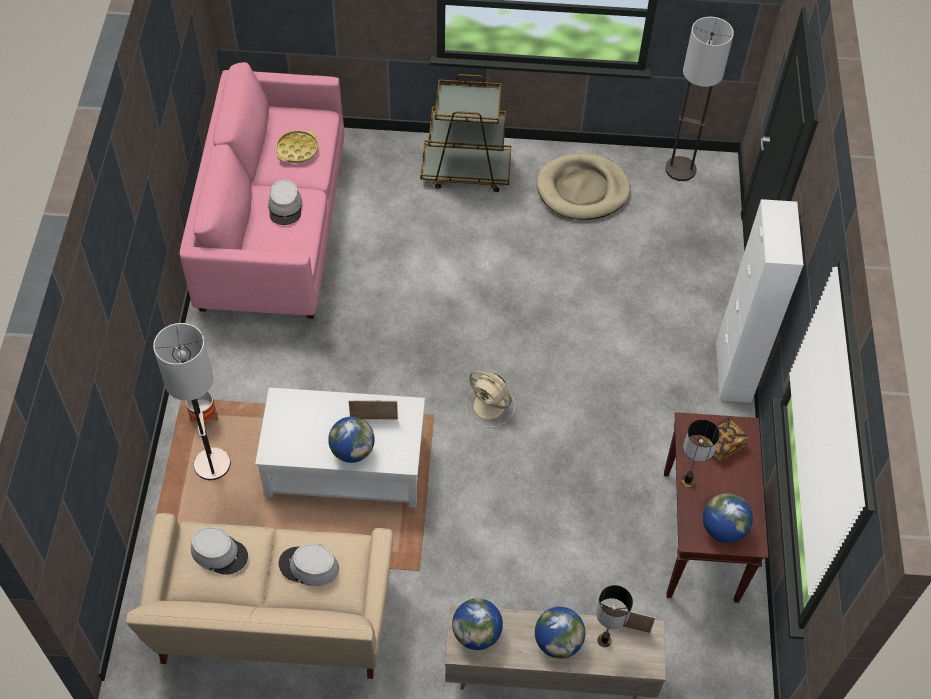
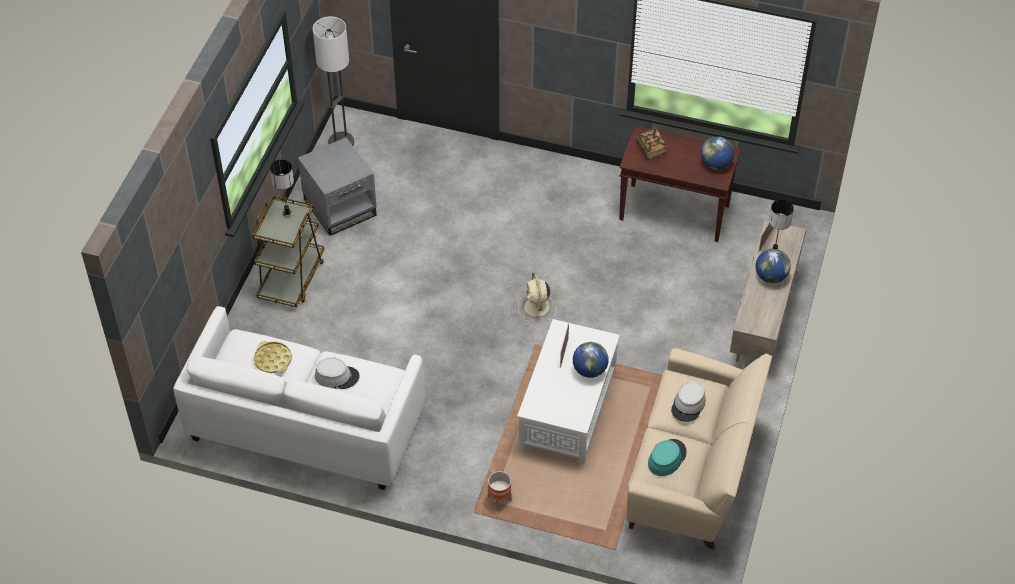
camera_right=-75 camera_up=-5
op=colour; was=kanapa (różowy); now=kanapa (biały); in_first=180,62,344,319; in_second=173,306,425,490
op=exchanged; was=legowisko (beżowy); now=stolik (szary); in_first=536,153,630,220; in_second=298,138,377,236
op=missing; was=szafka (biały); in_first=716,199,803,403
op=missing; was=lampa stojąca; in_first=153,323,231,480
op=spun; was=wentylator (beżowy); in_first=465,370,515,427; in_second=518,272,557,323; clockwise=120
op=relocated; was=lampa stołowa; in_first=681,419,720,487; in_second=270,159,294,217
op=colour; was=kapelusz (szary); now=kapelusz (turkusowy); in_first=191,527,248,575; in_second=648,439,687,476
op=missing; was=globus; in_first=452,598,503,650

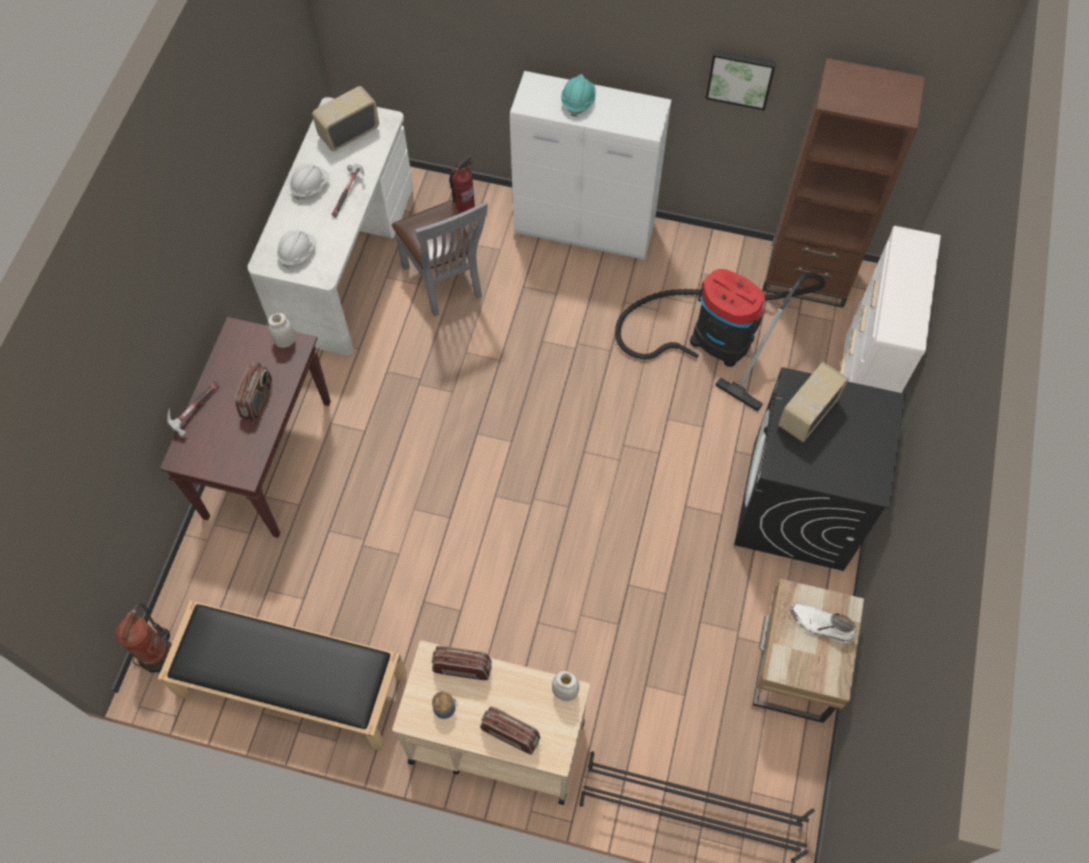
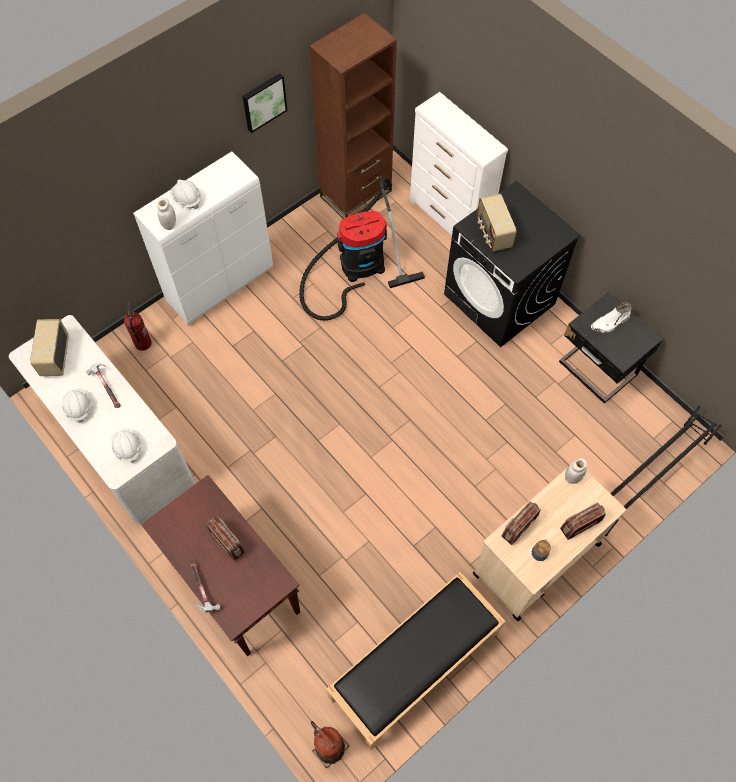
camera_right=-55 camera_up=0
op=colour; was=kask (turkusowy); now=kask (biały); in_first=561,74,596,117; in_second=170,180,201,210
op=missing; was=krzesło (szary); in_first=392,200,488,317
op=relocated; was=słoik (biały); in_first=268,313,295,348; in_second=157,198,176,230
op=colour; was=szafka nocna (beżowy); now=szafka nocna (czarny); in_first=752,579,864,723; in_second=559,292,663,404

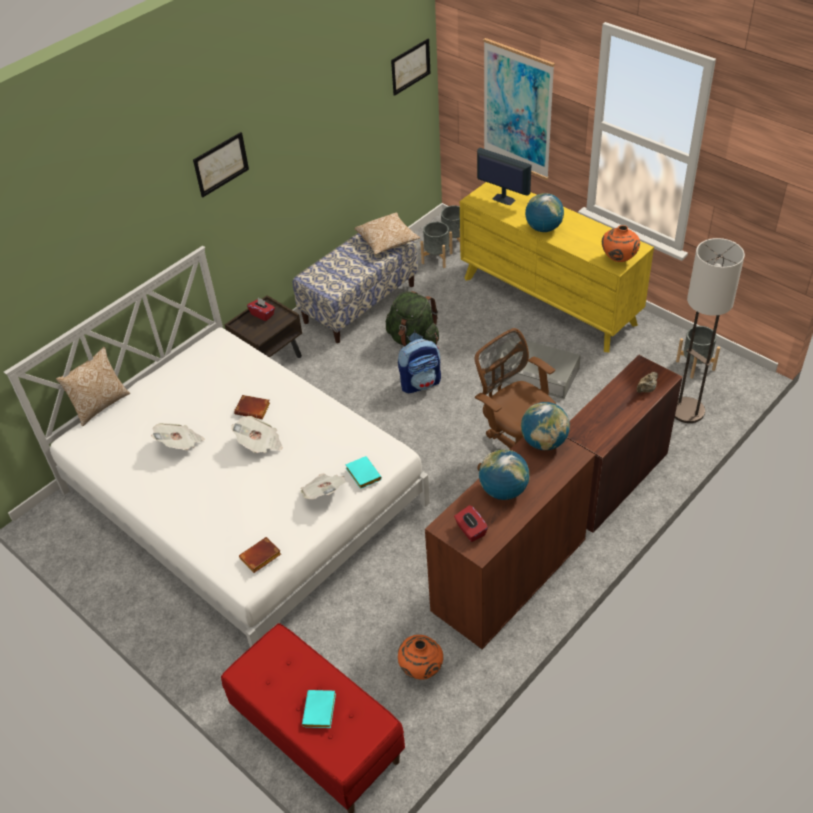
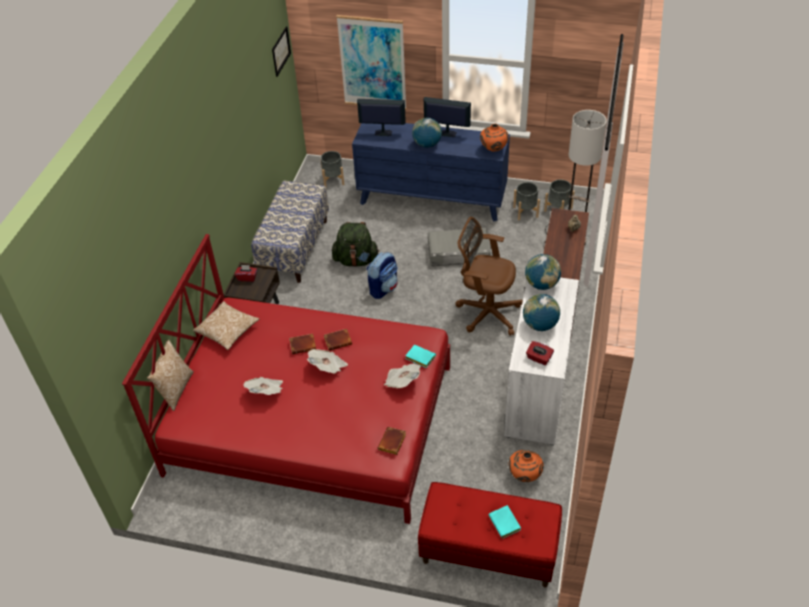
camera_right=-30 camera_up=0
op=missing; was=obraz; in_first=193,132,249,198
op=colour; was=komoda (żółty); now=komoda (niebieski); in_first=460,182,654,352; in_second=352,123,510,221
op=relocated; was=poduszka; in_first=354,212,420,255; in_second=193,301,259,350
op=relocated; was=donica (szary); in_first=420,222,453,268; in_second=513,182,540,220
op=colour; was=łóżko (biały); now=łóżko (czerwony); in_first=4,246,430,647; in_second=122,234,450,524
op=colour; was=szafka (brązowy); now=szafka (biały); in_first=425,437,595,649; in_second=504,277,579,446
op=appeared; now=monitor; in_second=424,97,471,137
op=appeared; now=książka (brązowy); in_second=324,329,352,351

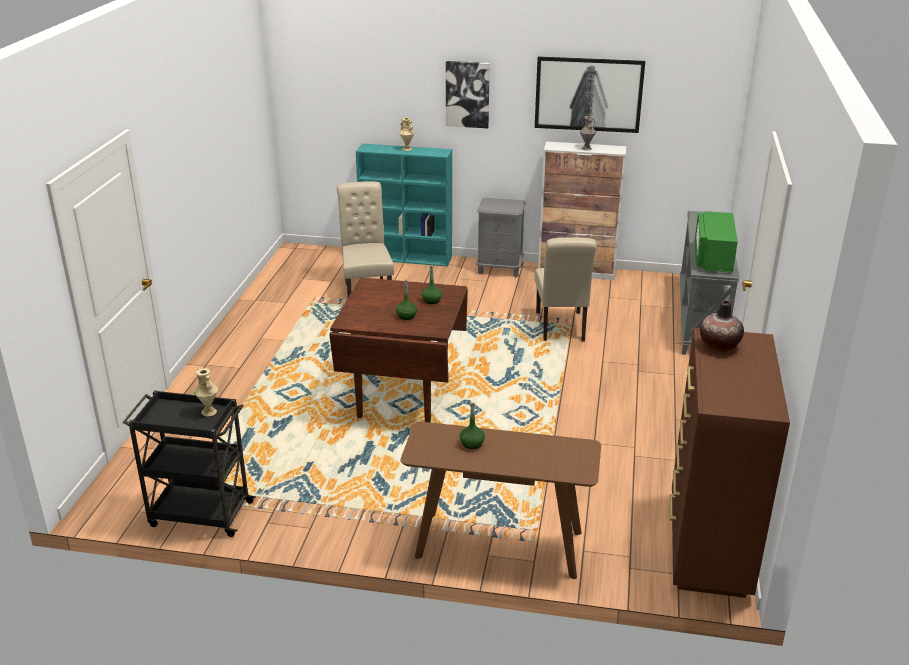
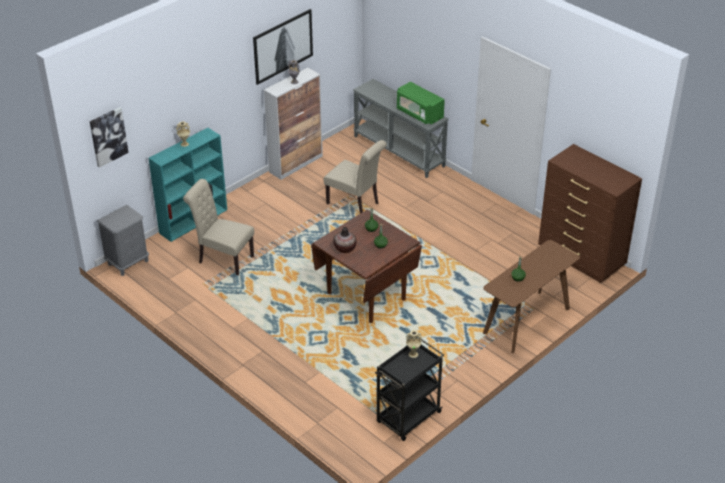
camera_right=-55 camera_up=10
op=relocated; was=obraz; in_first=446,61,490,128; in_second=90,107,129,168
op=relocated; was=szafka nocna (szary); in_first=476,198,526,277; in_second=97,205,149,276
op=relocated; was=wazon; in_first=700,301,744,352; in_second=333,227,357,253

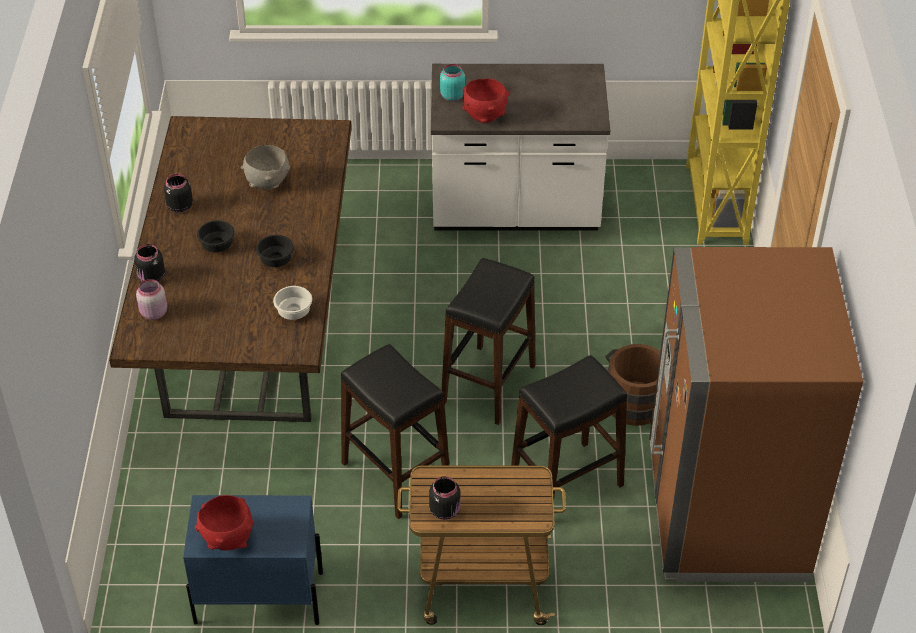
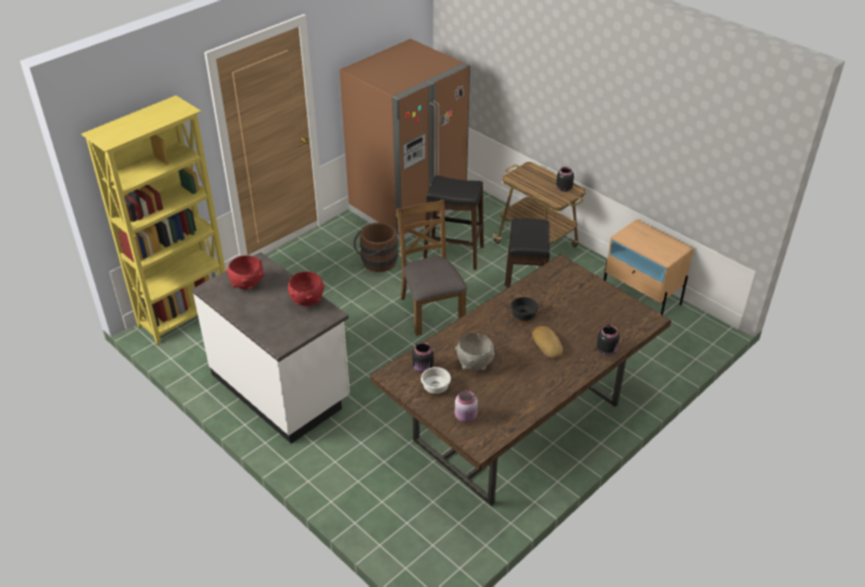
camera_right=-135 camera_up=-5
op=missing; was=słoik (turkusowy); in_first=440,64,465,101
op=relocated; was=słoik (czarny); in_first=164,174,193,213; in_second=412,342,434,373
op=exchanged; was=miska (czarny); now=chleb; in_first=197,220,235,252; in_second=532,326,563,359
op=exchanged; was=stołek (czarny); now=krzesło (brązowy); in_first=442,258,536,425; in_second=396,200,467,336
op=relocated; was=słoik (różowy); in_first=136,279,167,320; in_second=455,390,478,423
op=relocated; was=miska (biały); in_first=273,286,312,320; in_second=421,367,451,394
op=colour; was=szafka nocna (niebieski); now=szafka nocna (beżowy); in_first=183,495,323,625; in_second=604,219,694,315
op=relocated; was=miska (czerwony); in_first=195,495,253,551; in_second=226,256,265,290

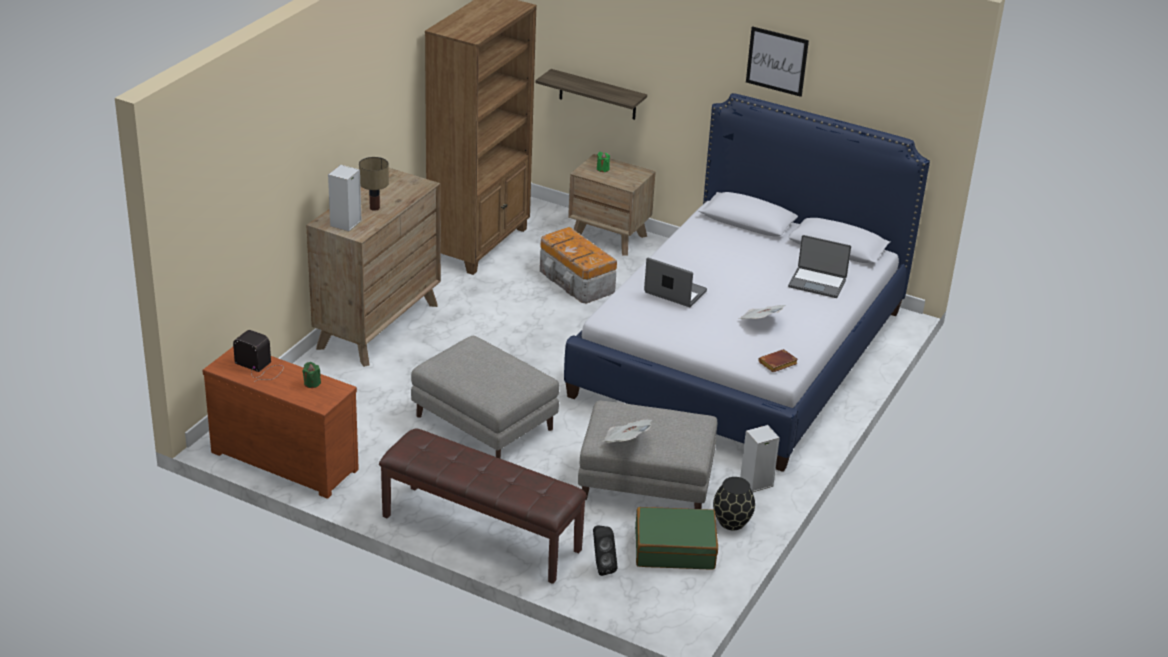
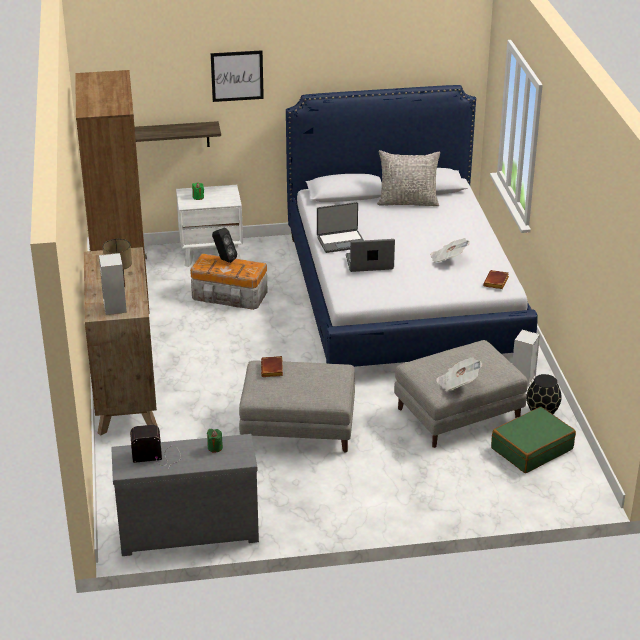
camera_right=-35 camera_up=0
op=relocated; was=obraz; in_first=746,26,809,97; in_second=211,50,264,102
op=colour; was=szafka nocna (brązowy); now=szafka nocna (biały); in_first=568,154,656,255; in_second=176,185,243,267
op=relocated; was=laptop; in_first=788,235,851,298; in_second=317,202,364,253
op=colour; was=komoda (brązowy); now=komoda (szary); in_first=202,347,359,498; in_second=111,434,259,556
op=missing; was=ławka (brązowy); in_first=379,429,587,584
op=relocated; was=głośnik (czarny); in_first=593,525,618,576; in_second=212,227,237,263
op=appeared; now=poduszka (szary); in_second=377,150,440,206
op=appeared; now=książka (brązowy); in_second=261,356,283,377

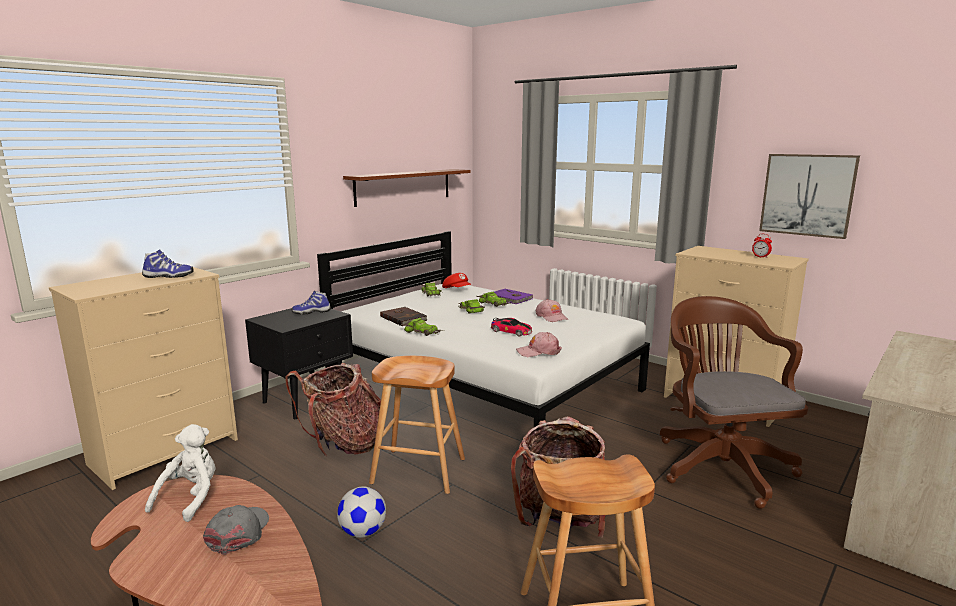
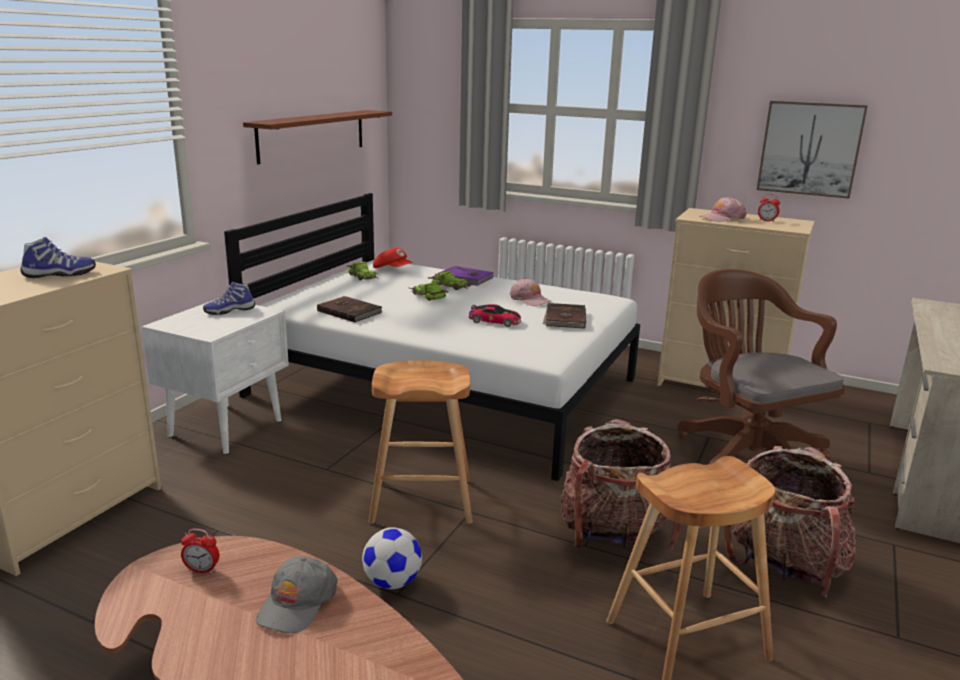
camera_right=-15 camera_up=5
op=colour; was=szafka nocna (czarny); now=szafka nocna (biały); in_first=245,308,353,419; in_second=142,298,289,454
op=missing; was=samochodzik; in_first=401,318,445,336
op=relocated; was=czapka z daszkiem (różowy); in_first=516,332,562,357; in_second=699,197,747,222
op=relocated; was=plecak; in_first=286,363,381,456; in_second=724,446,856,597
op=exchanged; was=pluszak (biały); now=budzik; in_first=145,424,216,522; in_second=181,529,219,574
op=spun; was=czapka z daszkiem (szary); in_first=203,505,269,555; in_second=256,556,338,633; clockwise=-150
op=appeared; now=książka (brązowy); in_second=543,303,586,329

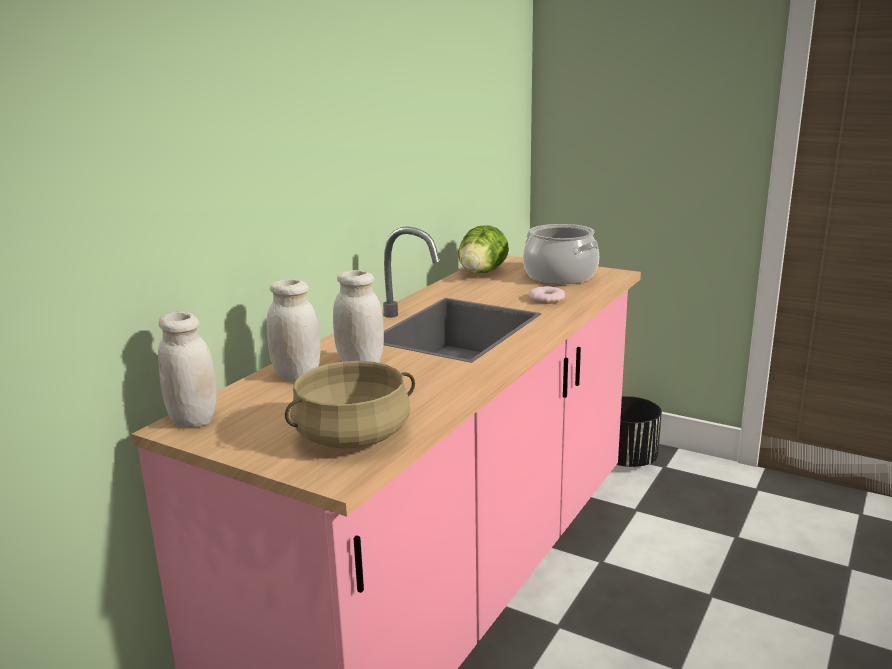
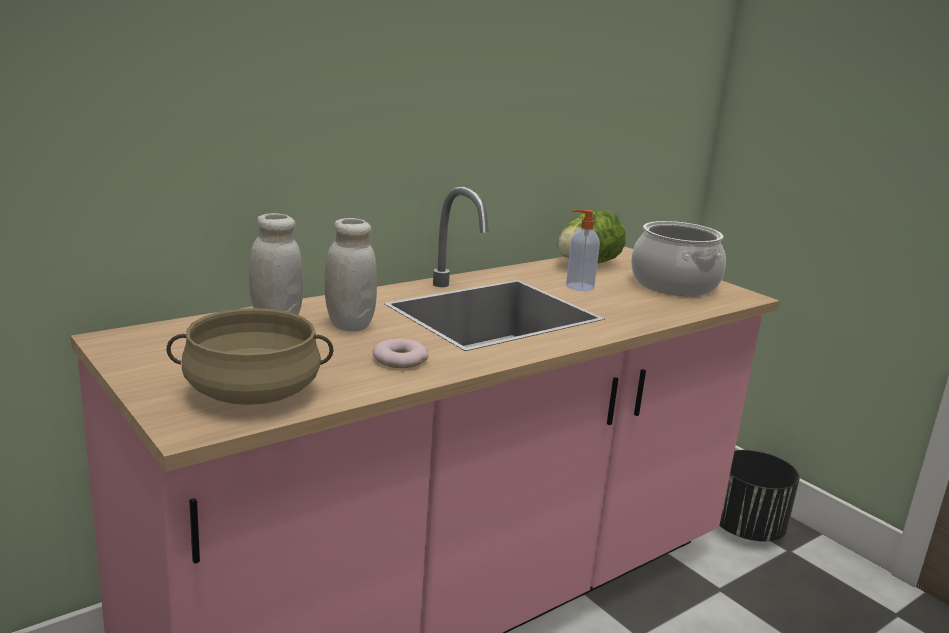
camera_right=20 camera_up=0
op=relocated; was=donut; in_first=528,286,565,304; in_second=373,338,428,368
op=missing; was=słoik (biały); in_first=158,312,217,428
op=appeared; now=dozownik mydła; in_second=566,210,600,291

